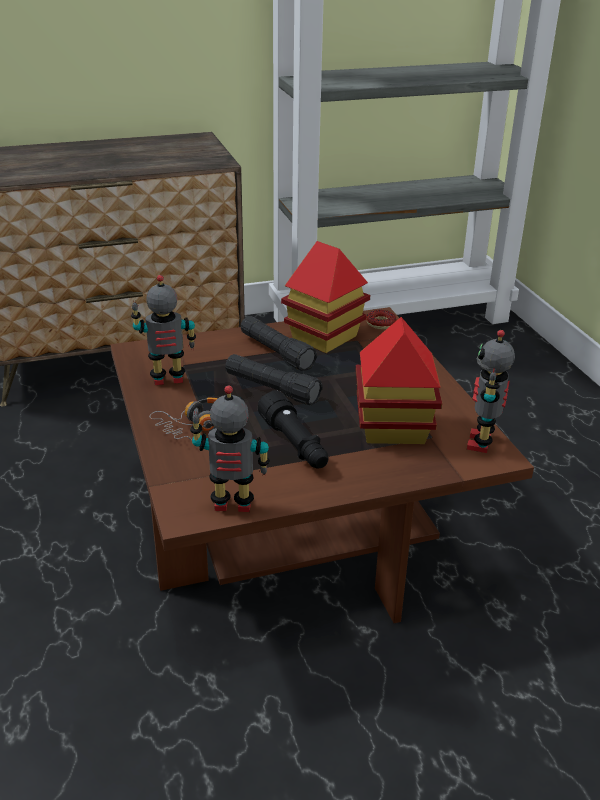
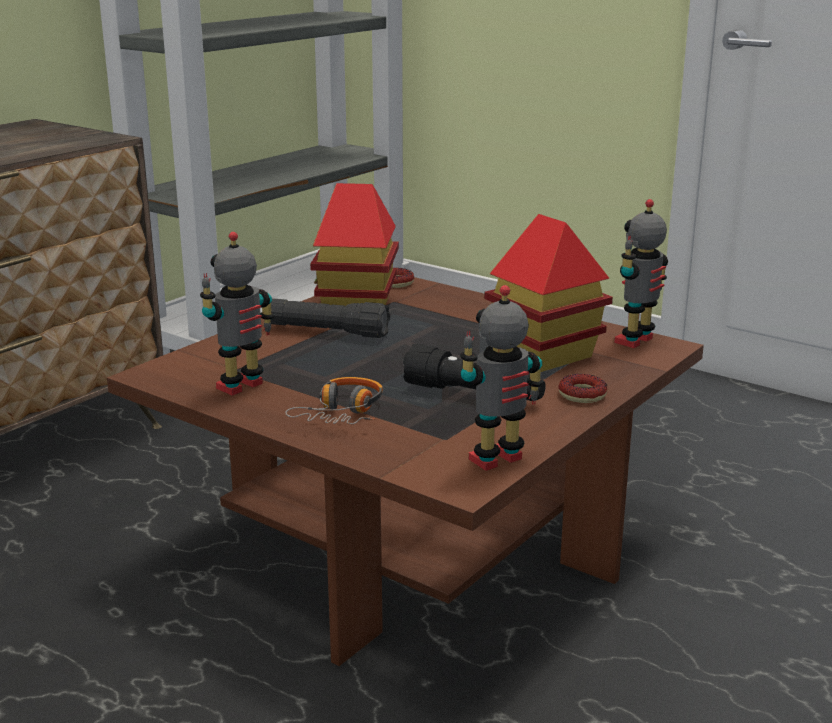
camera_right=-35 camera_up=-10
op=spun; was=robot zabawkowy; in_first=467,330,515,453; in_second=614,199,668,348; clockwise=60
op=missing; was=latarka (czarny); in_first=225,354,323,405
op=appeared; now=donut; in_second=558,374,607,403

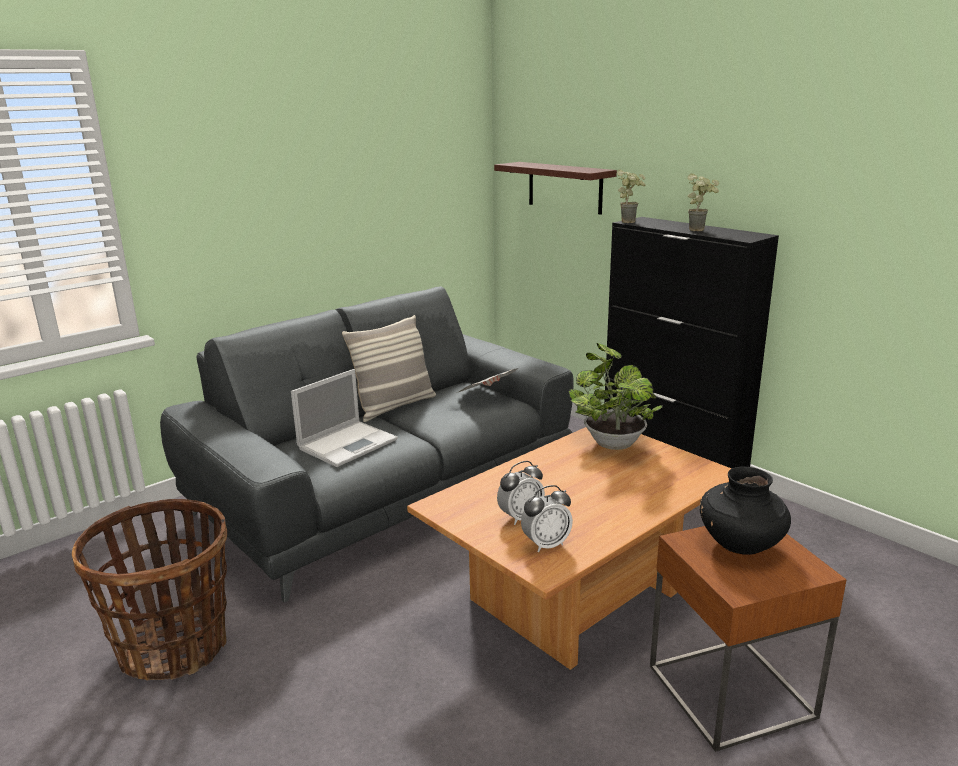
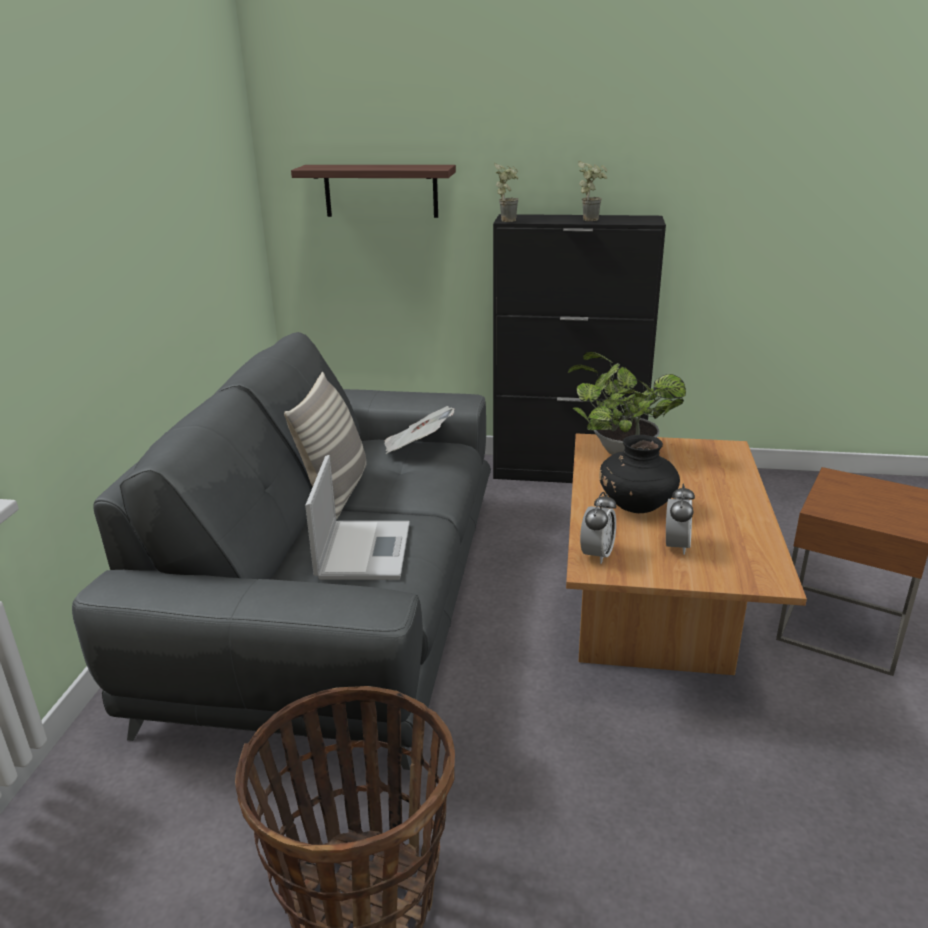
camera_right=-40 camera_up=5
op=relocated; was=wazon (czarny); in_first=700,467,791,555; in_second=599,435,680,513
op=relocated; was=budzik; in_first=521,485,573,553; in_second=580,492,616,564

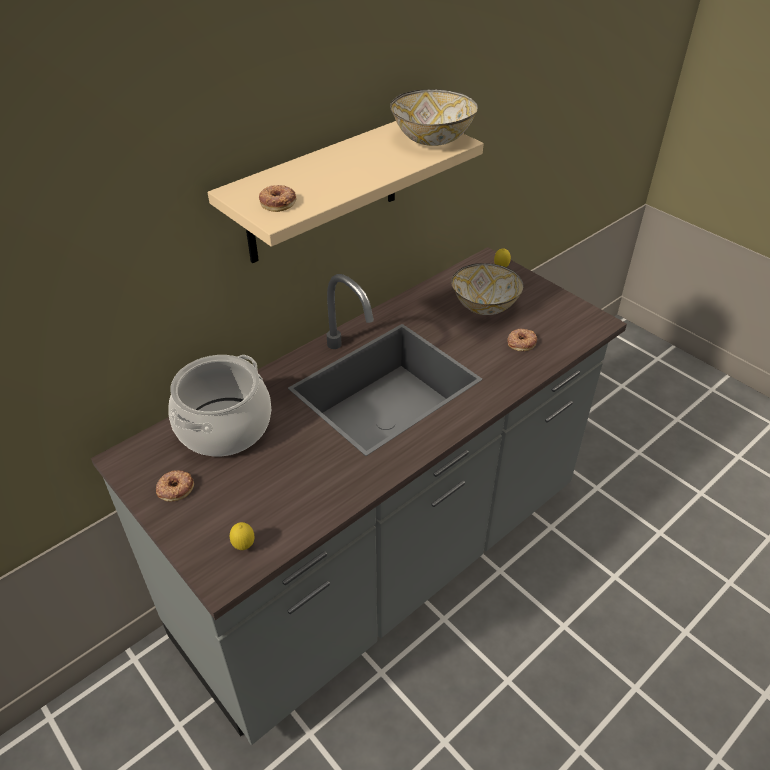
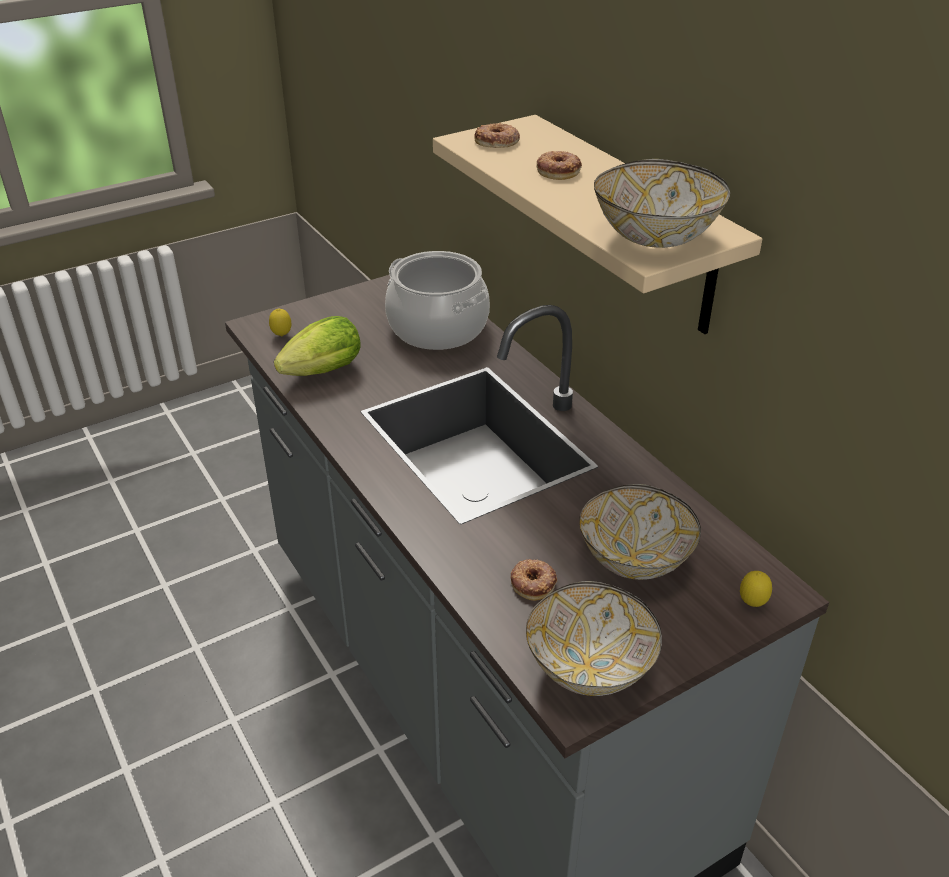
camera_right=100 camera_up=-5
op=relocated; was=donut; in_first=156,470,194,502; in_second=536,151,582,180
op=appeared; now=sałata; in_second=274,316,361,376
op=appeared; now=miska; in_second=526,581,662,696

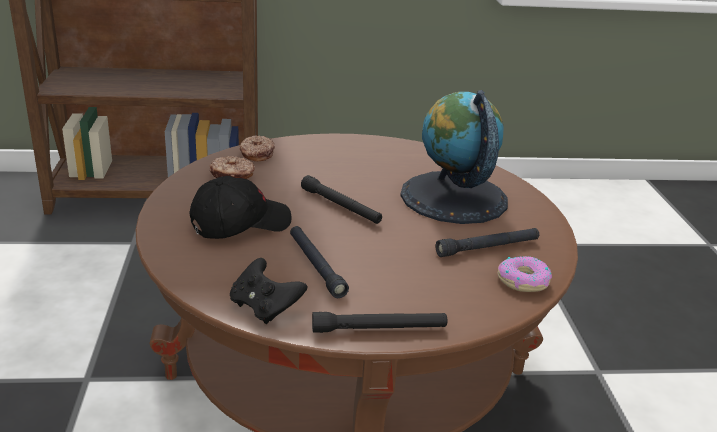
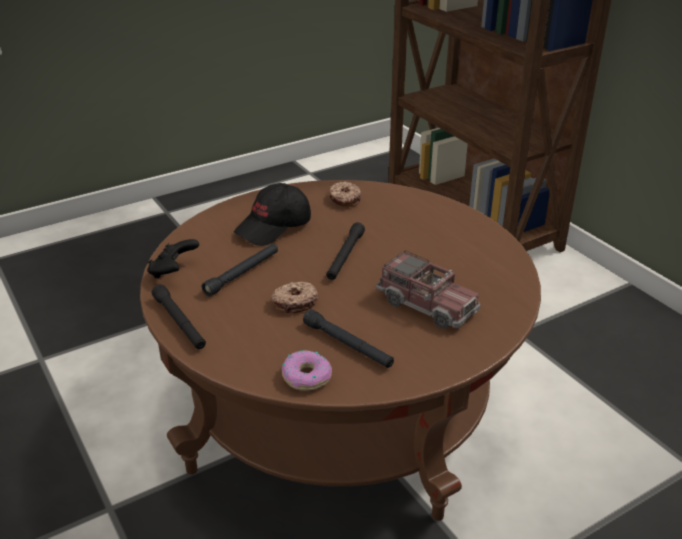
camera_right=65 camera_up=5
op=exchanged; was=globus; now=ciężarówka zabawkowa; in_first=400,90,508,224; in_second=376,250,480,329
op=relocated; was=donut; in_first=239,135,275,161; in_second=271,282,318,313
op=spun; was=czapka z daszkiem (czarny); in_first=189,176,292,239; in_second=234,183,311,246; clockwise=105

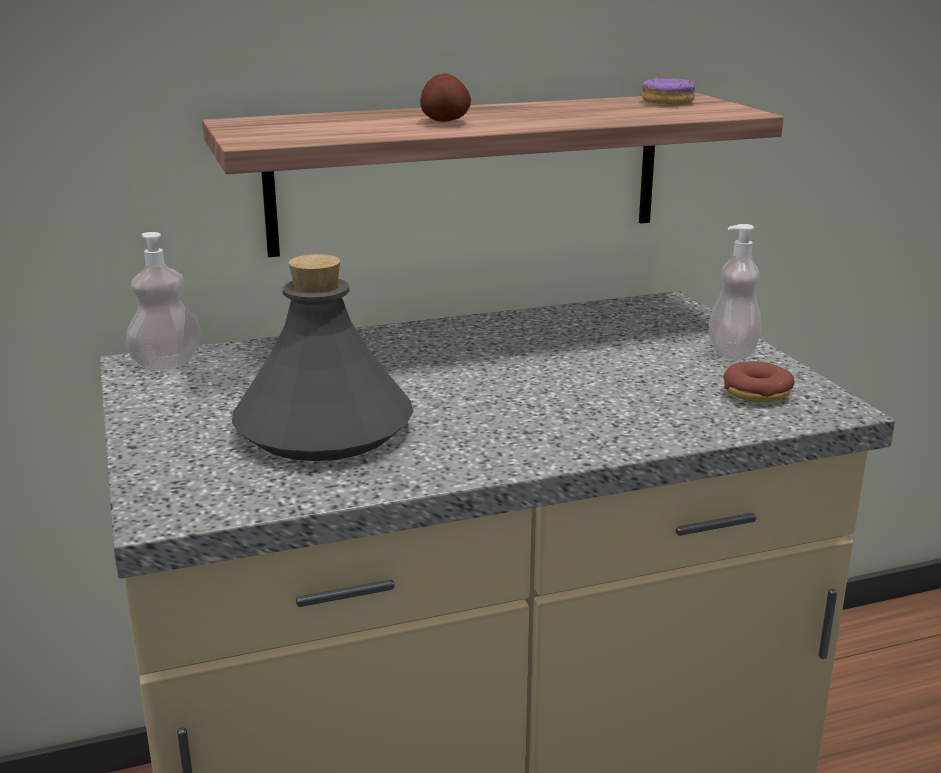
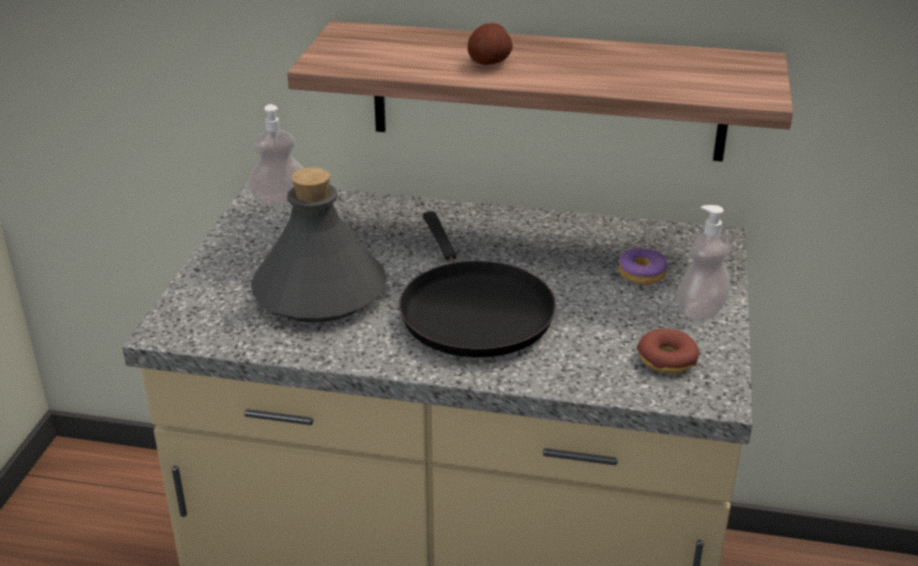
camera_right=30 camera_up=10
op=relocated; was=donut; in_first=642,77,695,105; in_second=618,248,667,285
op=appeared; now=patelnia (czarny); in_second=399,211,556,357

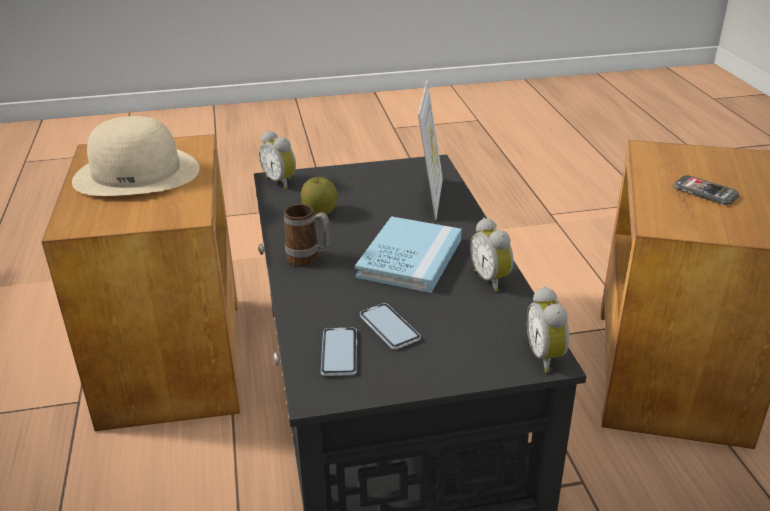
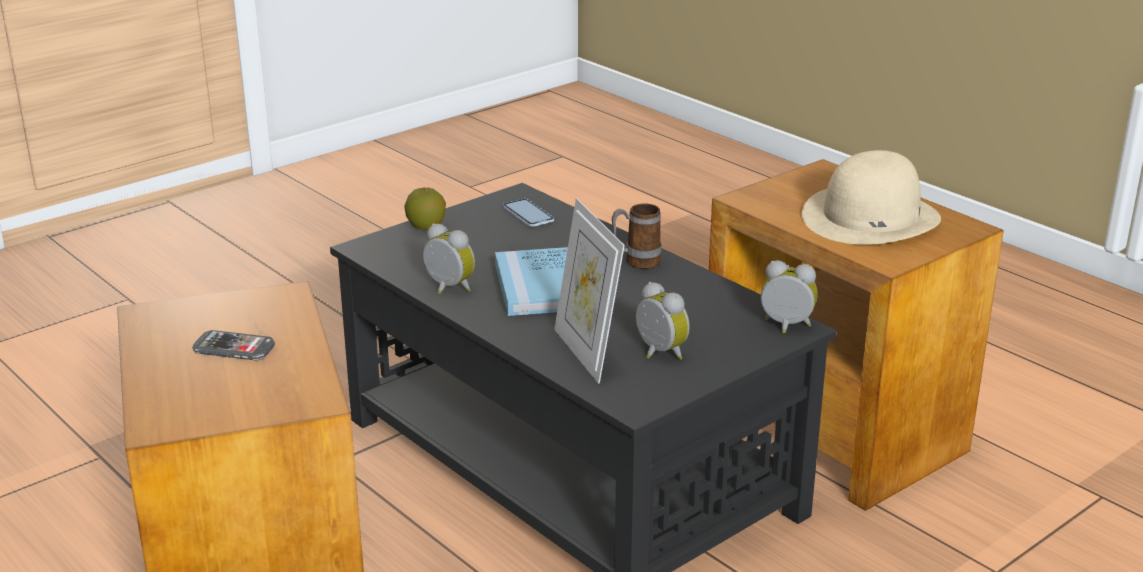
camera_right=150 camera_up=-5
op=relocated; was=jabłko; in_first=301,177,337,215; in_second=404,187,446,230
op=relocated; was=budzik; in_first=526,286,569,372; in_second=636,282,690,360
op=missing; was=telefon; in_first=360,303,421,349

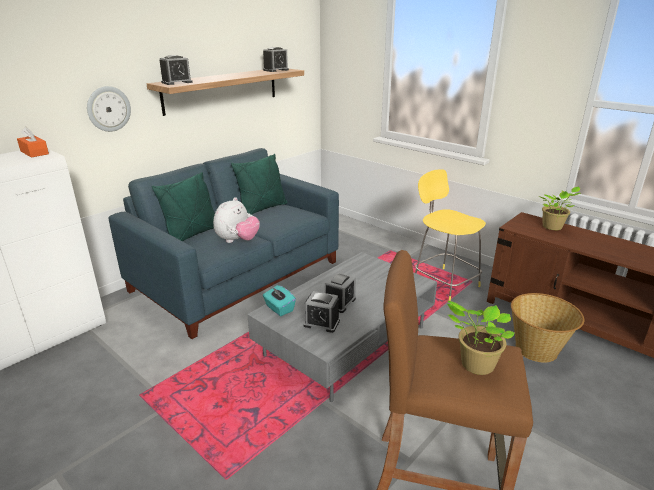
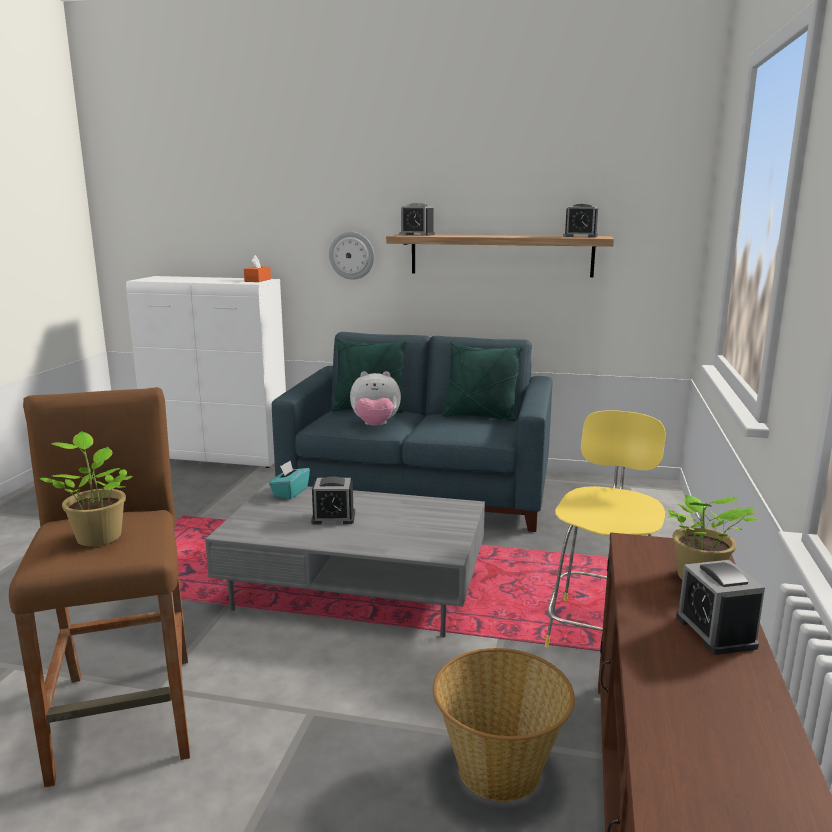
camera_right=60 camera_up=-10
op=relocated; was=budzik; in_first=304,291,340,333; in_second=676,560,765,655

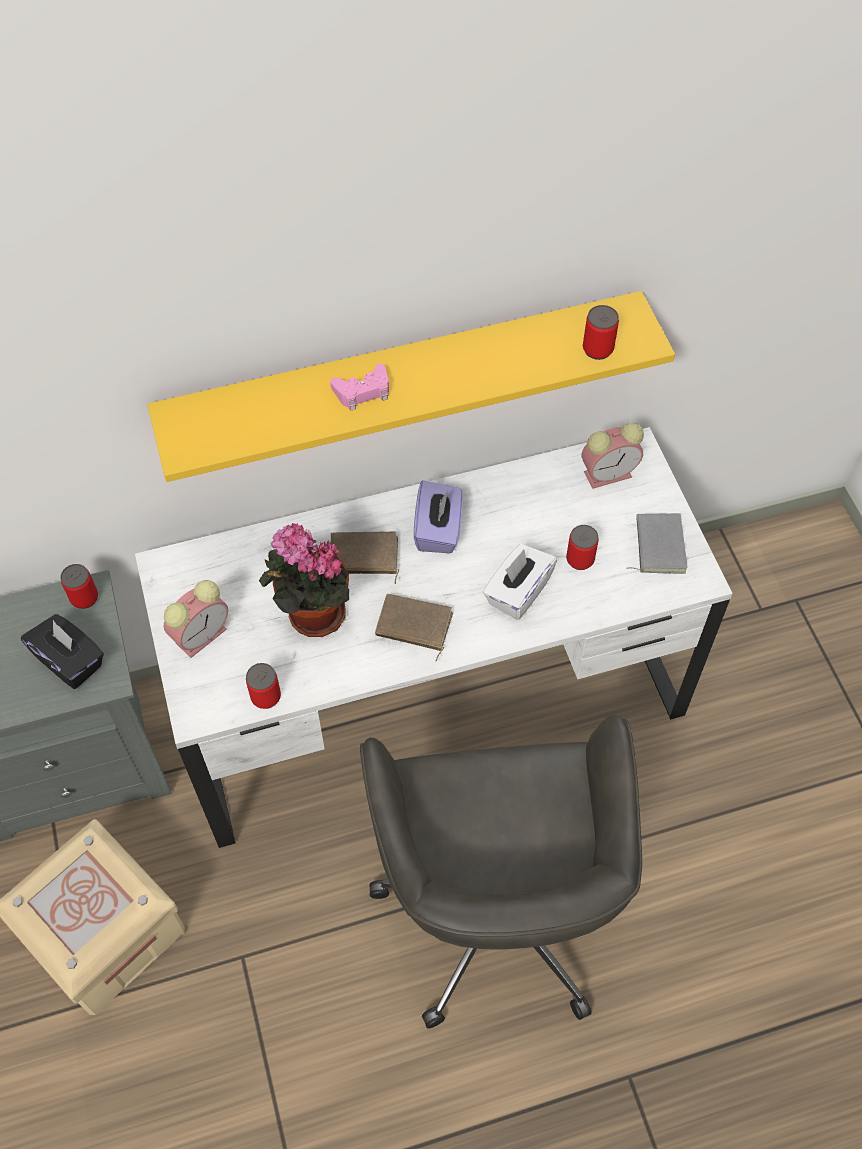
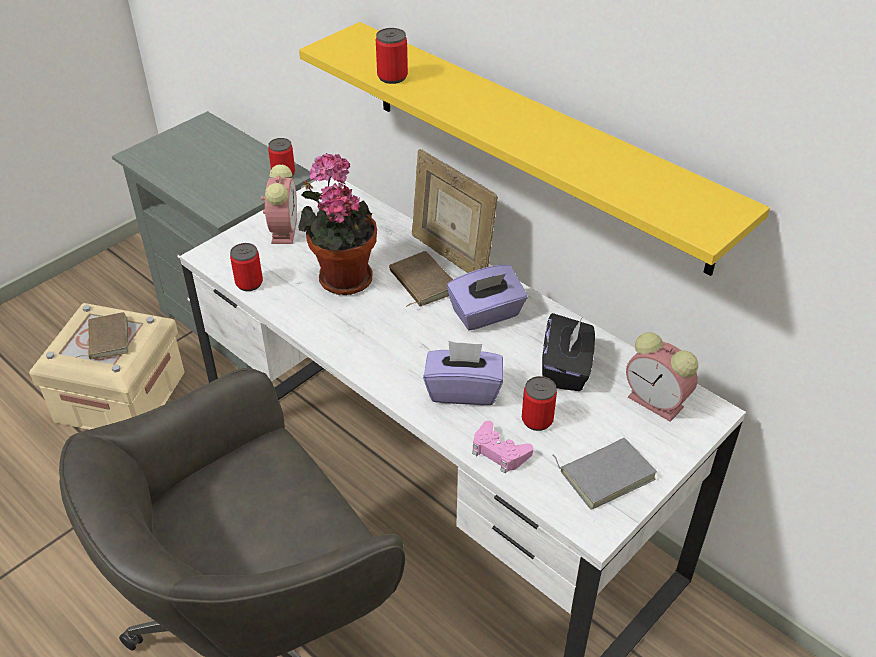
camera_right=60 camera_up=-15
op=relocated; was=puszka; in_first=583,305,619,360; in_second=376,28,408,84
op=relocated; was=pad do gier (różowy); in_first=330,364,389,411; in_second=472,421,533,473
op=colour; was=pudełko chusteczek (biały); now=pudełko chusteczek (fioletowy); in_first=483,544,557,620; in_second=423,341,503,405
op=spun; was=budzik; in_first=164,580,228,658; in_second=261,164,297,244; clockwise=-105
op=relocated; was=książka (brązowy); in_first=375,594,454,662; in_second=76,312,128,359
op=relocated; was=pudełko chusteczek (czarny); in_first=21,614,104,689; in_second=542,313,595,391
op=appeared; now=ramka na zdjęcie; in_second=412,149,498,273

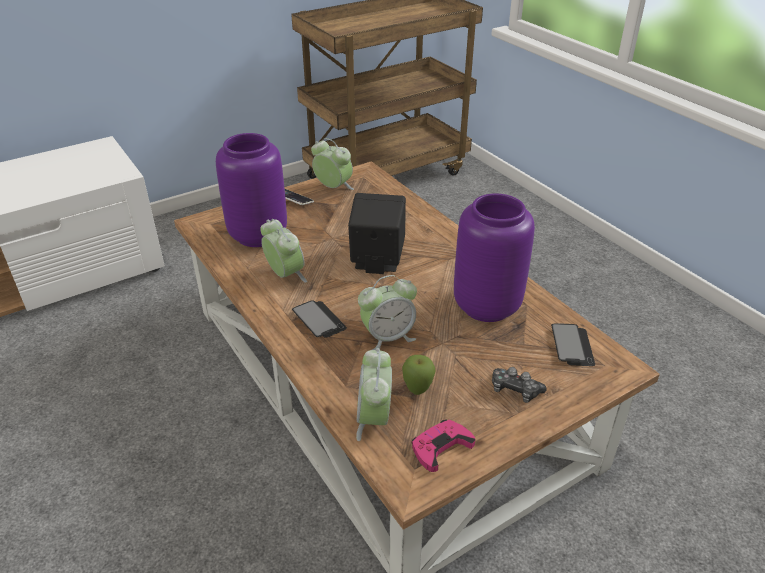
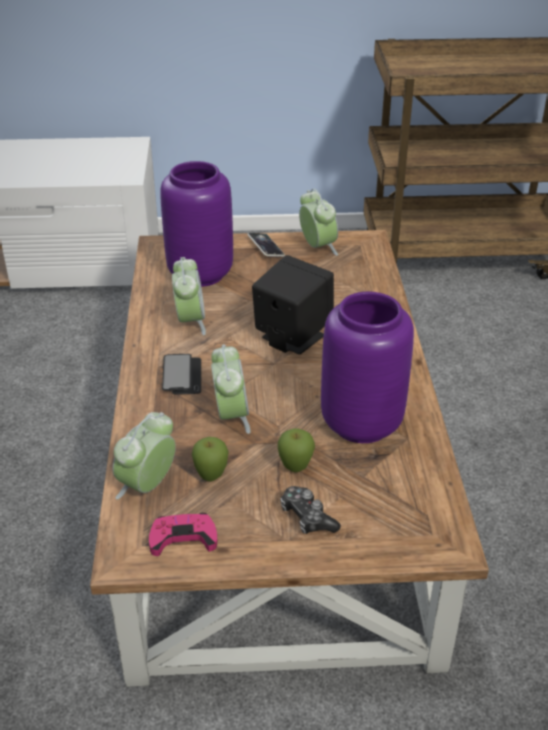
camera_right=30 camera_up=0
op=spun; was=budzik; in_first=358,275,417,350; in_second=211,344,250,434; clockwise=-105
op=missing; was=telefon; in_first=551,323,595,366
op=appeared; now=jabłko; in_second=278,428,315,472

